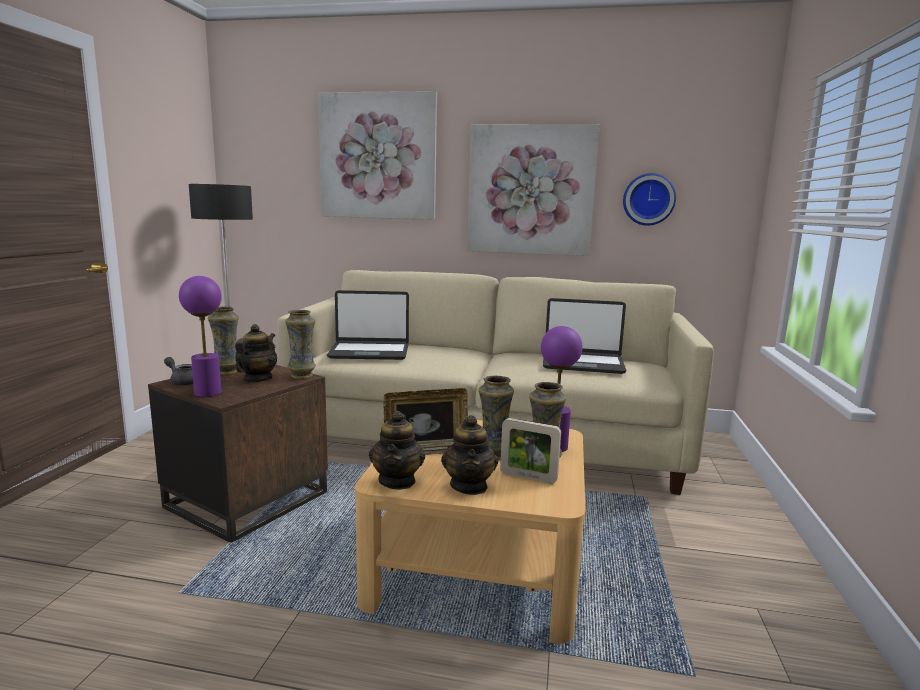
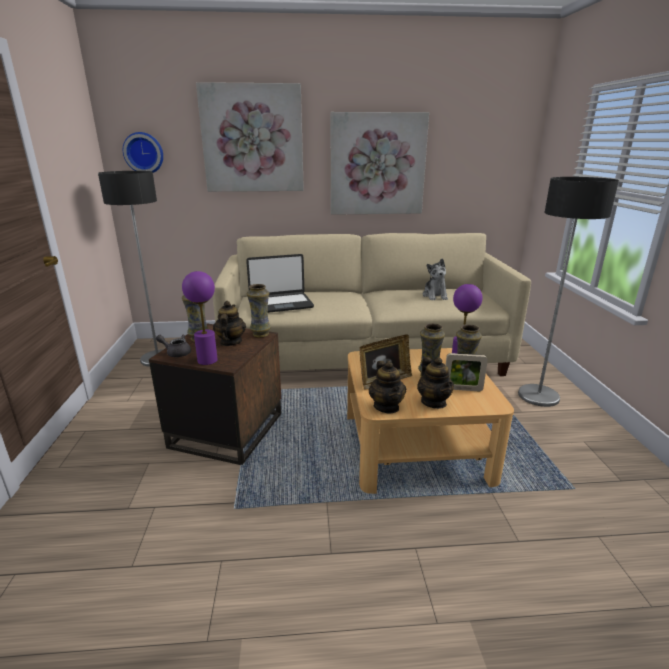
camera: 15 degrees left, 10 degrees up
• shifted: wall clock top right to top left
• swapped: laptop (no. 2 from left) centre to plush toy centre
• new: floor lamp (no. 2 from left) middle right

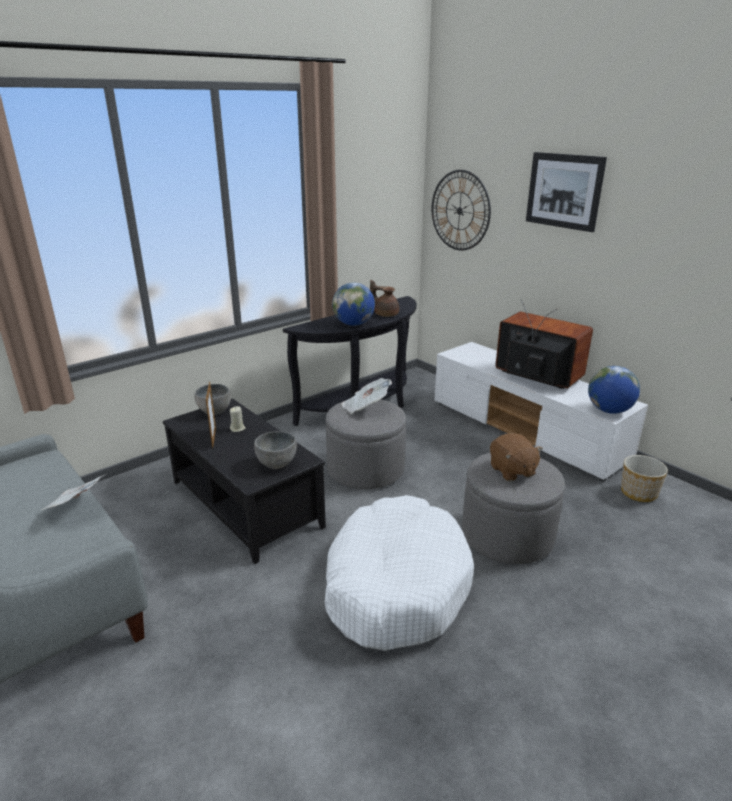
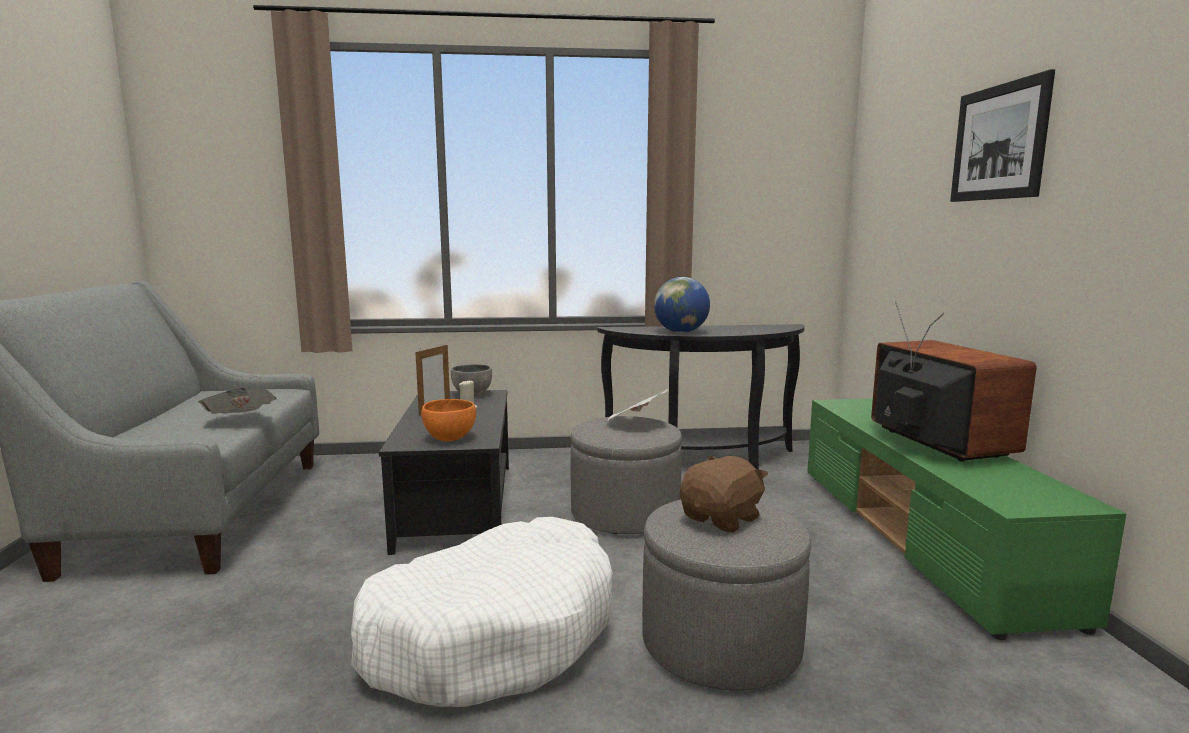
camera: 35 degrees right, 15 degrees down
• repainted: bowl/grey (no. 2 from left) centre to bowl/orange centre
• rotated: plush toy/brown middle right = bottom centre 150 degrees counterclockwise
• repainted: tv stand/white middle right to tv stand/green bottom right
• gone: teapot/brown centre
• gone: wall clock top centre
• gone: globe (no. 2 from left) middle right
• gone: planter middle right

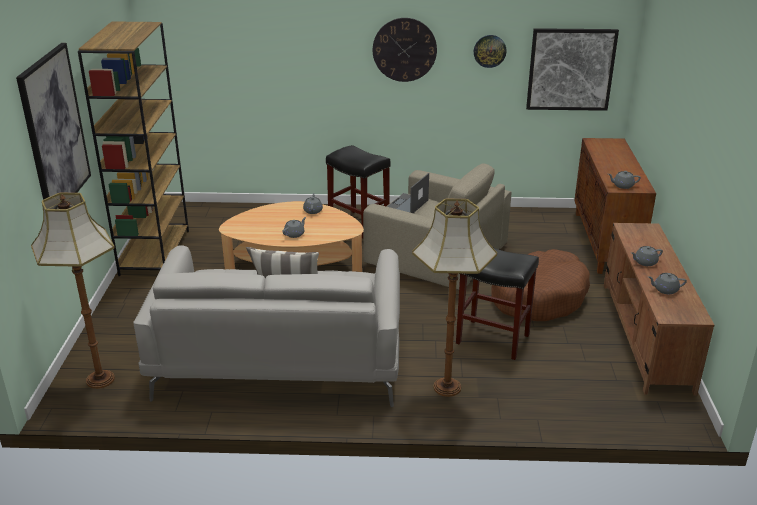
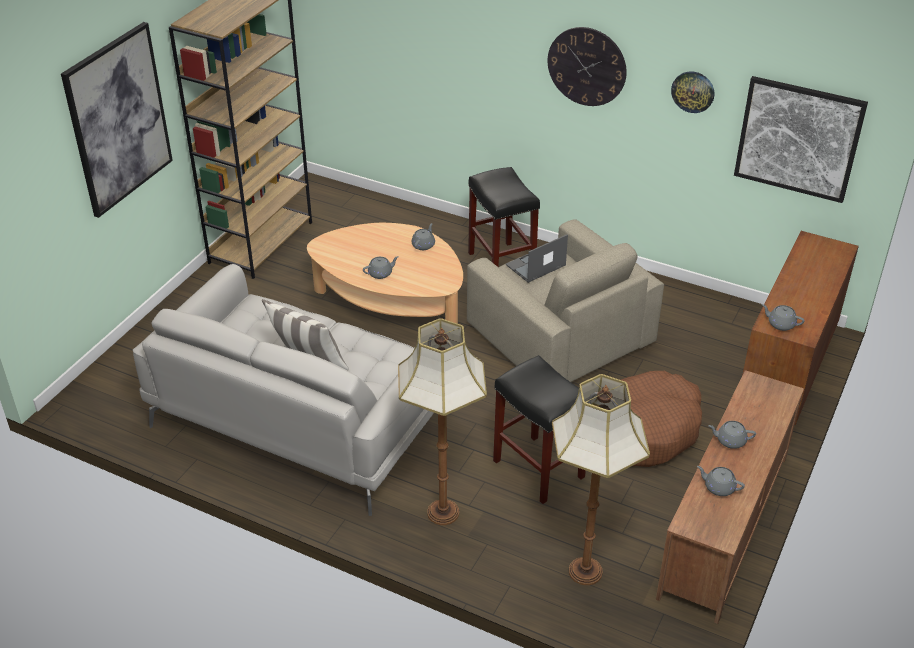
camera: 25 degrees right, 10 degrees up
• shifted: floor lamp (no. 1 from left in the first image) middle left to floor lamp (no. 2 from left) bottom centre

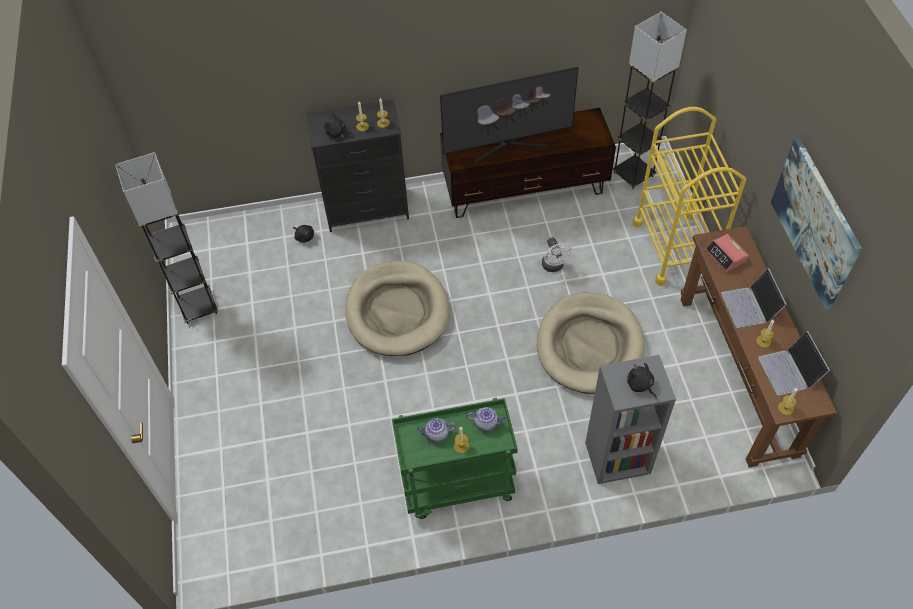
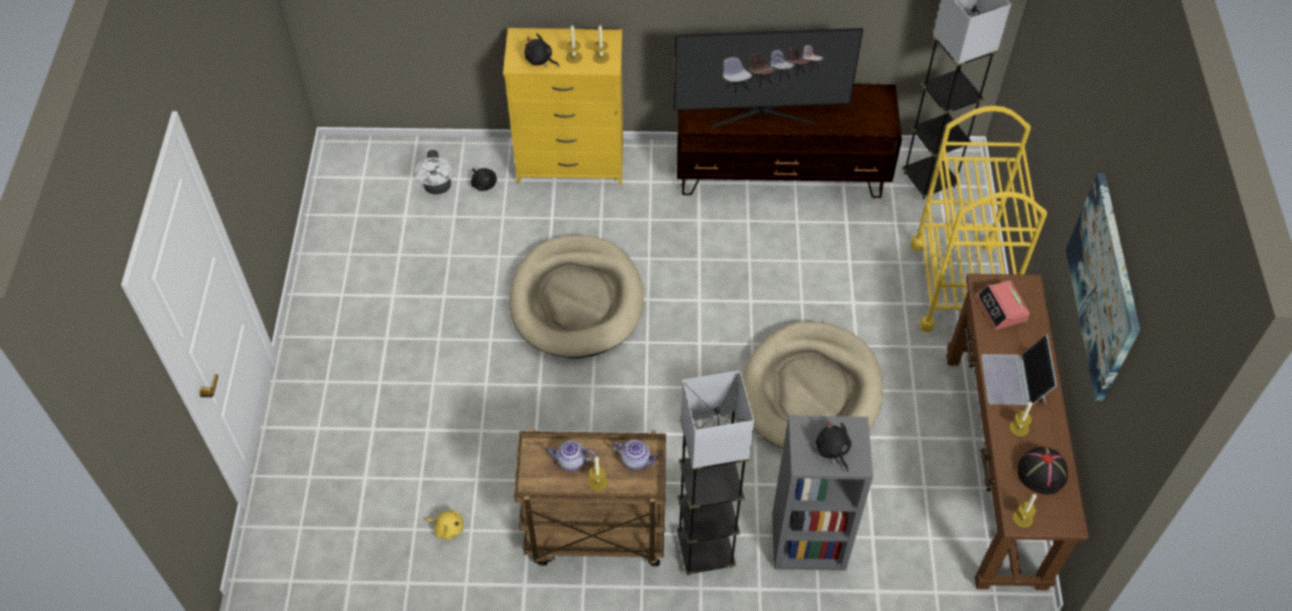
camera: 10 degrees right, 0 degrees up
• shifted: fan/white centre to top centre
• new: plush toy/yellow bottom centre
• repainted: dresser/black top centre to dresser/yellow top centre
• repainted: cart/green bottom centre to cart/brown bottom centre
• shifted: floor lamp/grey (no. 1 from left) middle left to bottom centre
• swapped: laptop (no. 2 from left) middle right to hat/black bottom right

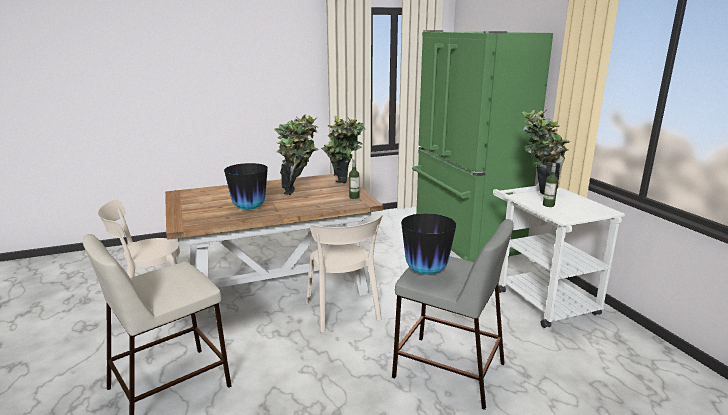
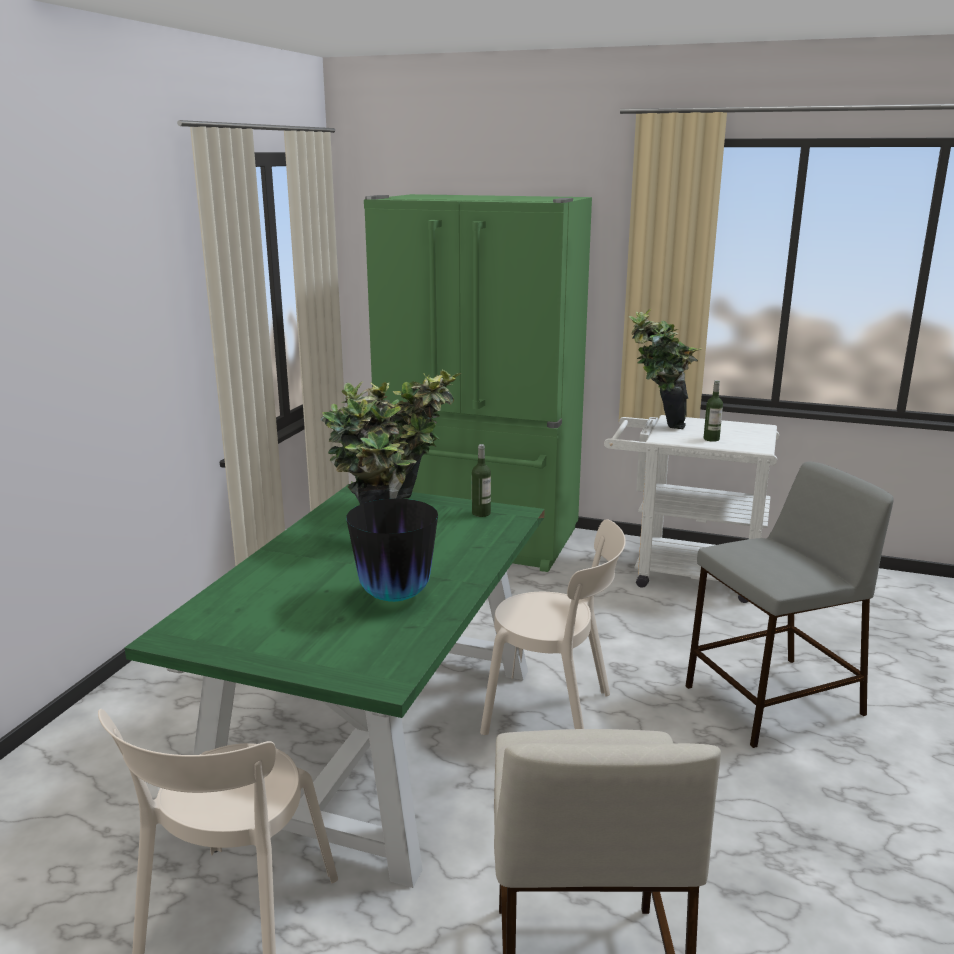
camera: 50 degrees left, 0 degrees up
• repainted: dining table/brown centre to dining table/green bottom centre
• gone: vase (no. 2 from left) centre

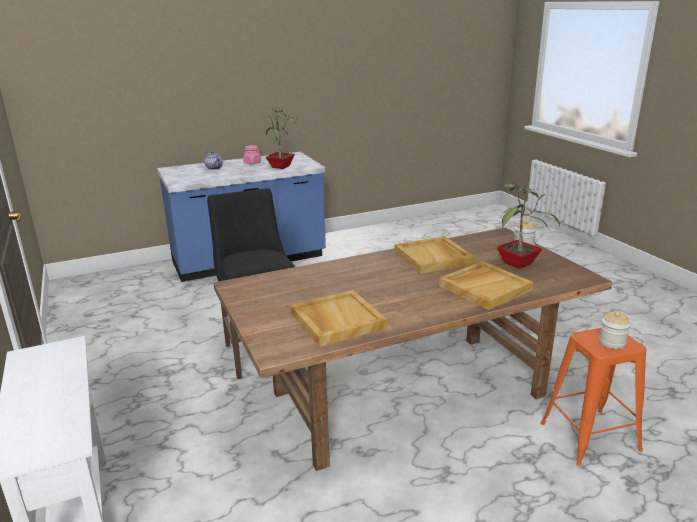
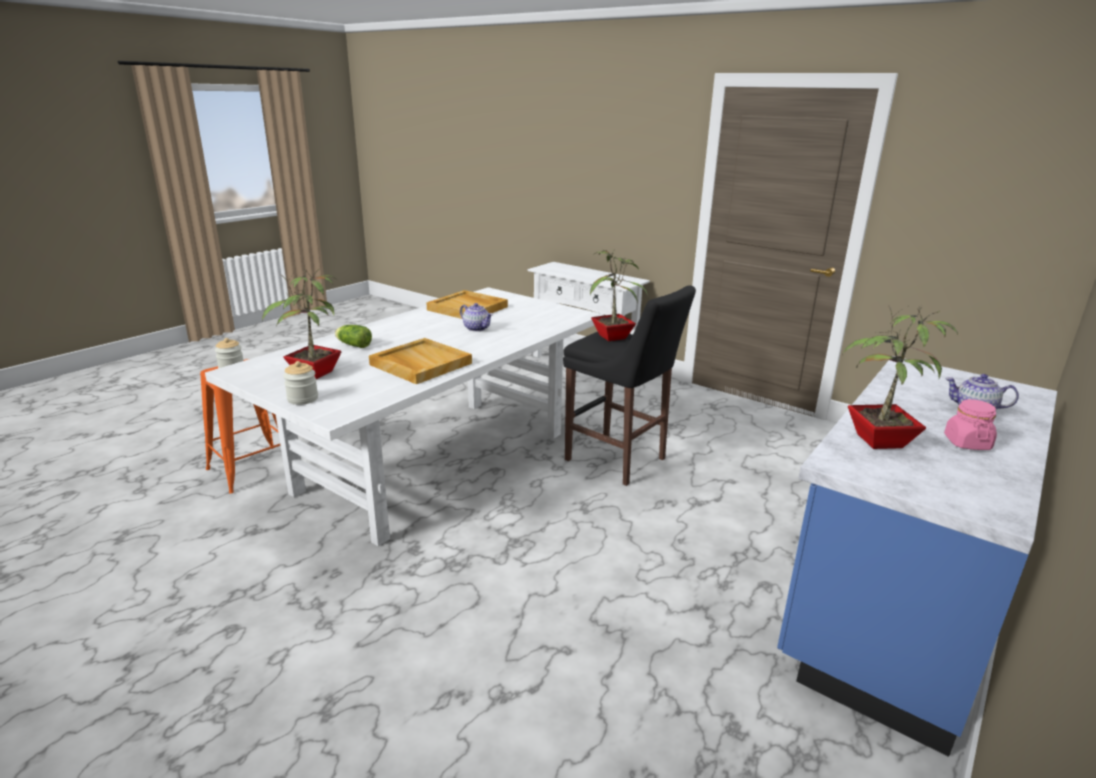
camera: 150 degrees right, 0 degrees up
• repainted: dining table/brown bottom centre to dining table/white centre
• swapped: tray/beige (no. 3 from left) middle right to lettuce middle left
• new: teapot (no. 1 from left) centre
• new: potted plant (no. 2 from left) centre

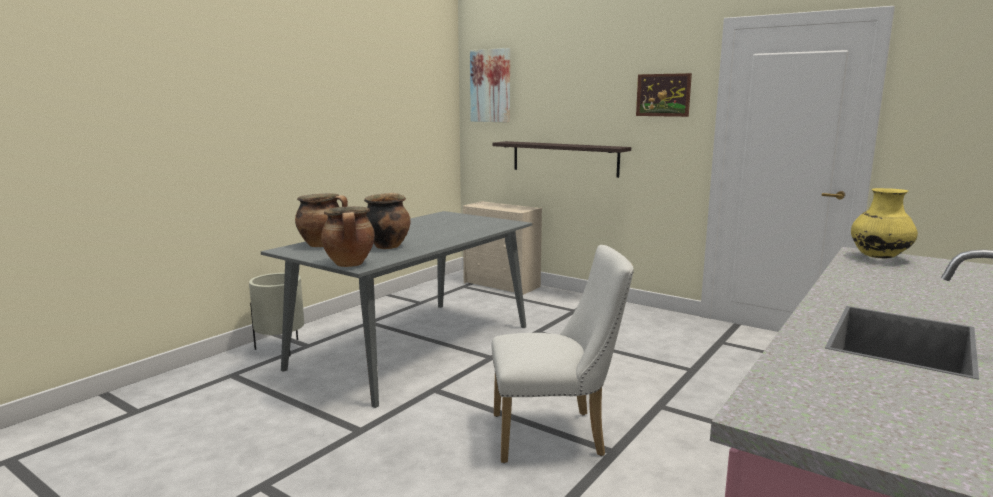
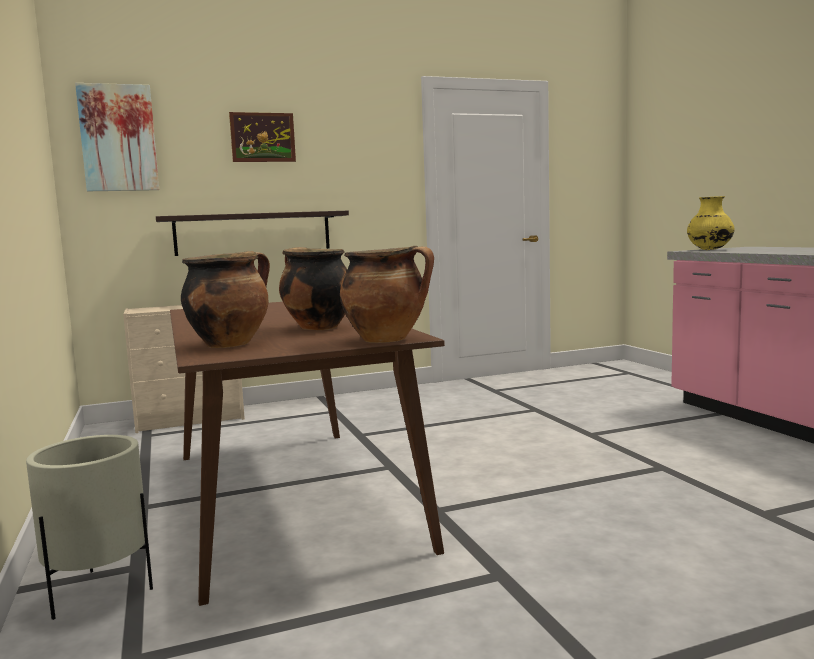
camera: 55 degrees left, 5 degrees down
• repainted: dining table/grey centre to dining table/brown bottom centre
• shifted: picture (no. 2 from left) top right to top left
• gone: chair/white bottom centre

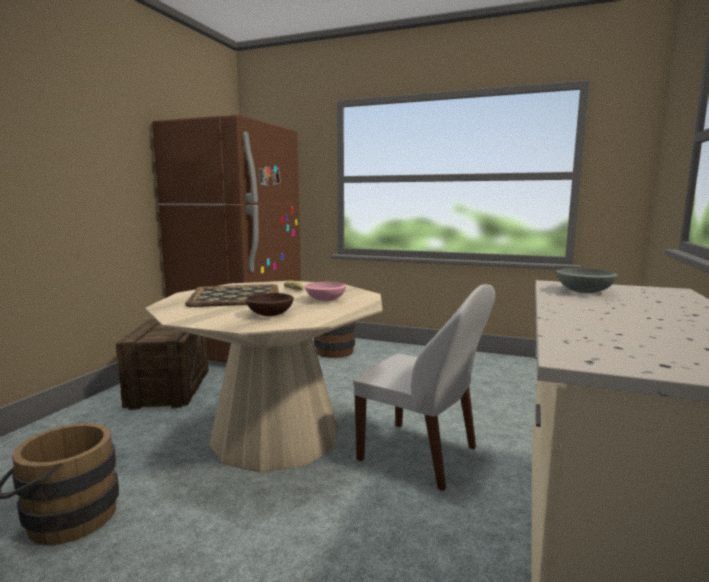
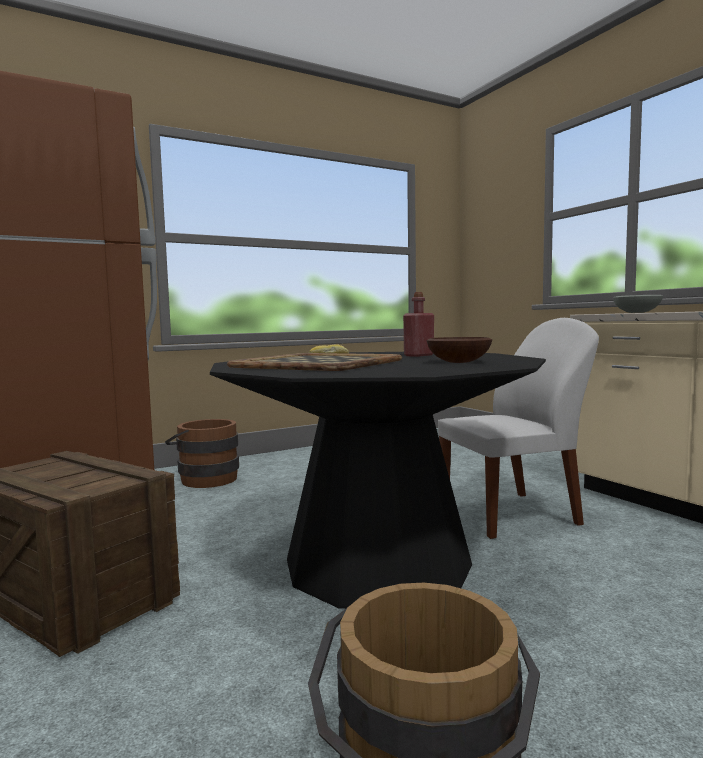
camera: 50 degrees left, 5 degrees down
• repainted: dining table/beige centre to dining table/black centre
• swapped: bowl/pink centre to bottle/red centre

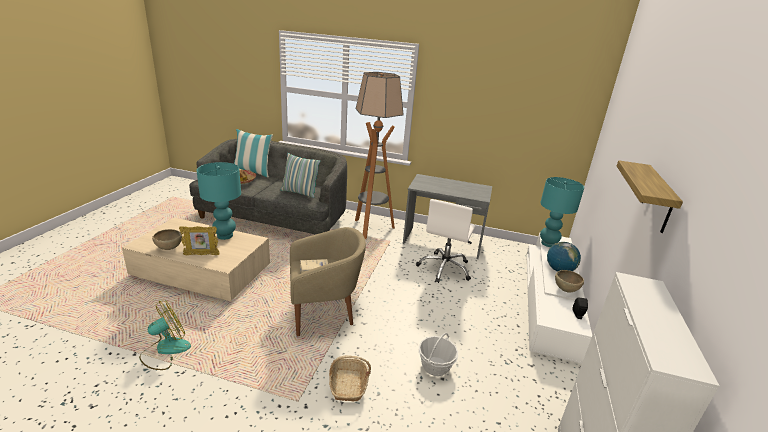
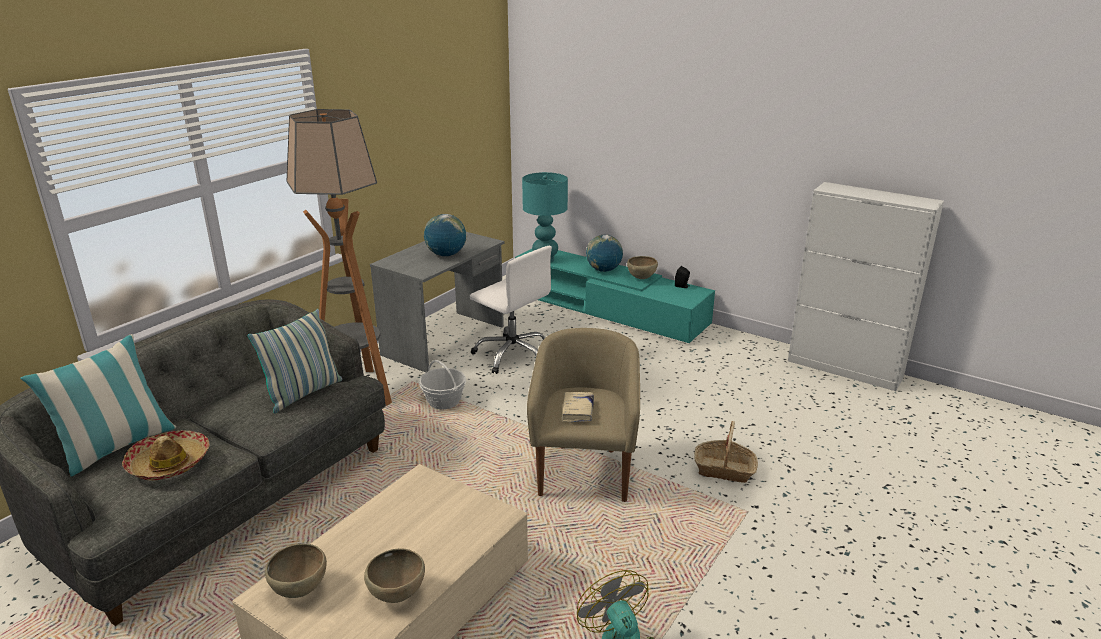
camera: 70 degrees left, 0 degrees up
• new: bowl/brown (no. 1 from left) bottom left
• shifted: basket (no. 2 from left in the first image) bottom centre to basket (no. 1 from left) centre
• new: globe (no. 1 from left) centre
• repainted: tv stand/white bottom right to tv stand/turquoise centre
• gone: picture frame middle left
• gone: table lamp/turquoise (no. 1 from left) middle left
• gone: shelf middle right

